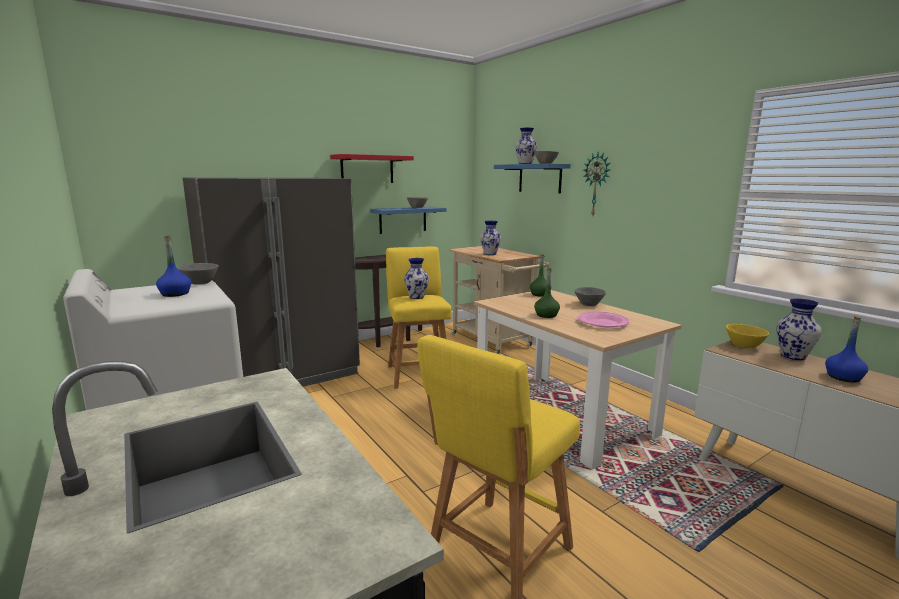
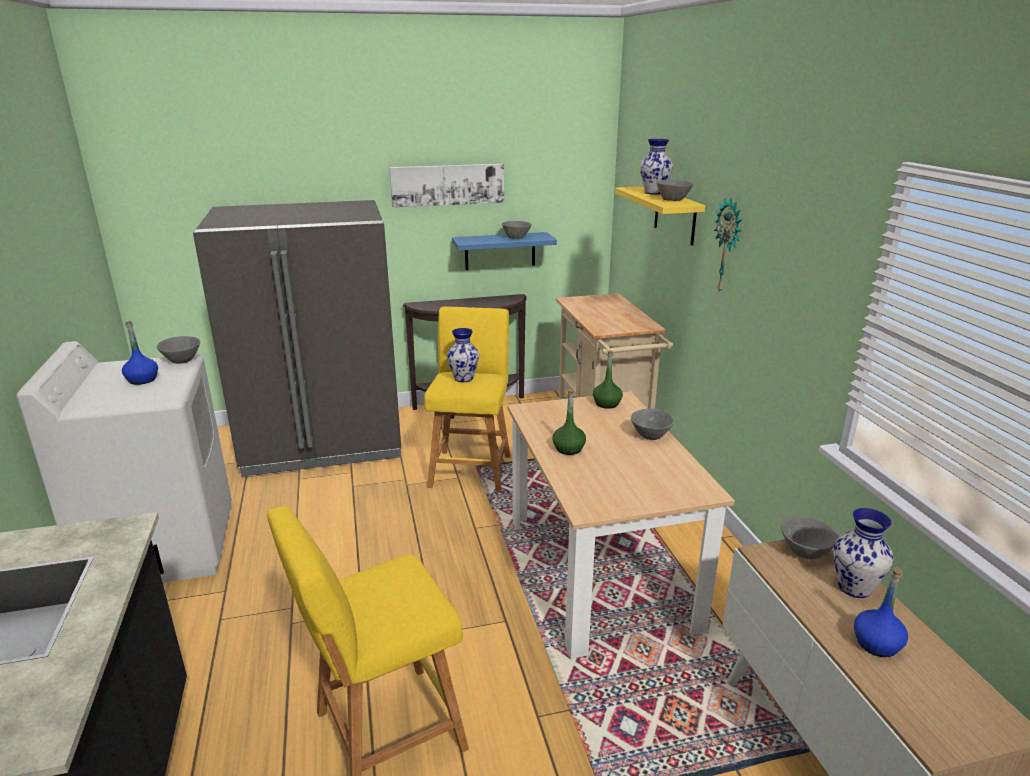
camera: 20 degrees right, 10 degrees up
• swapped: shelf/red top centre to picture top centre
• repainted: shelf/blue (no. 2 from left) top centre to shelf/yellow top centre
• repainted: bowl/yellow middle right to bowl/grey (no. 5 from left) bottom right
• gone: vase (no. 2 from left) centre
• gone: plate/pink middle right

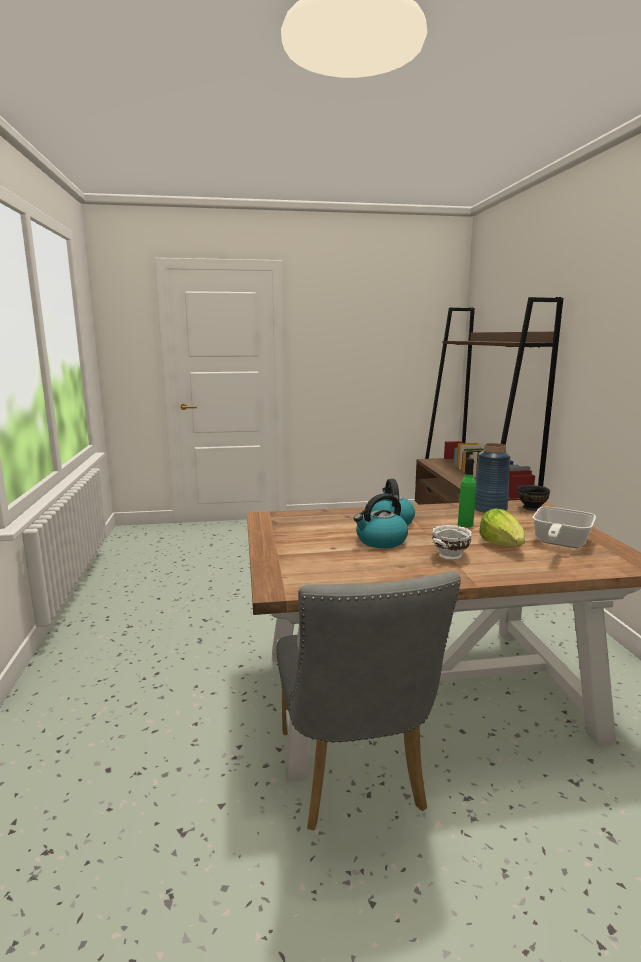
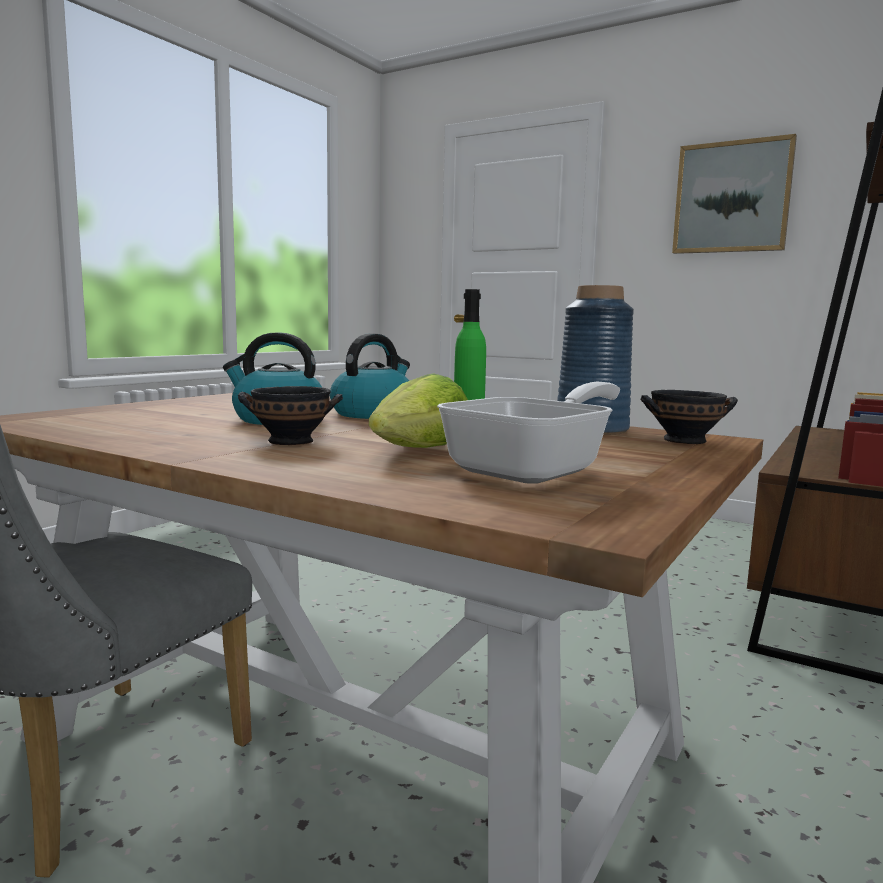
camera: 40 degrees right, 5 degrees down
• repainted: bowl/white middle right to bowl/black (no. 1 from left) middle left
• rotated: frying pan middle right = centre 150 degrees clockwise
• new: picture top right

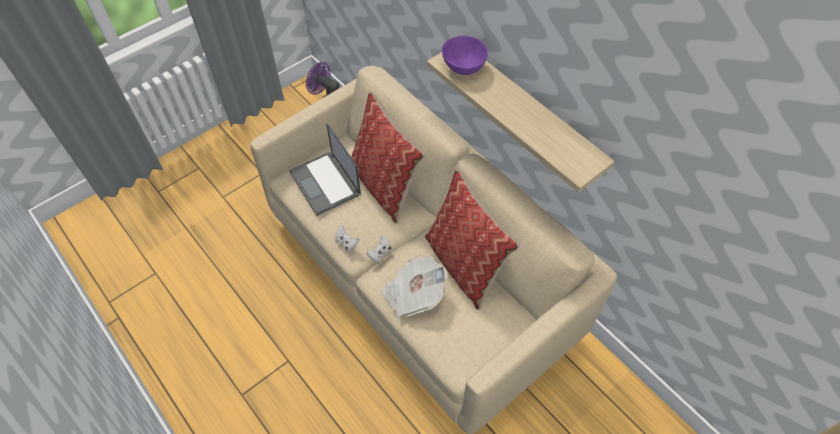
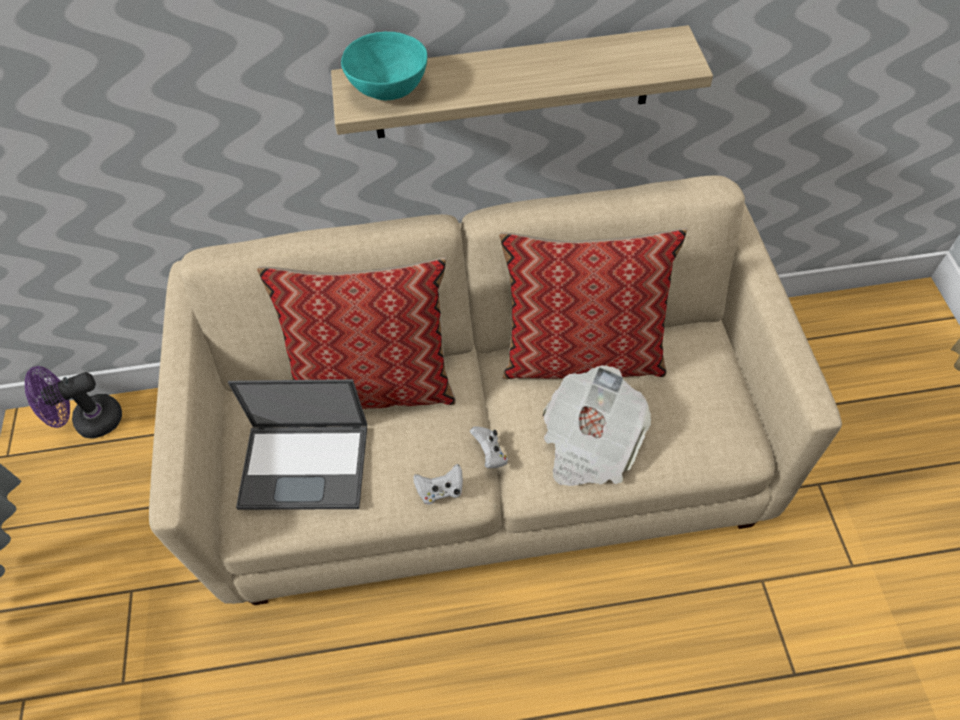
camera: 55 degrees left, 0 degrees up
• repainted: bowl/purple top centre to bowl/turquoise top centre

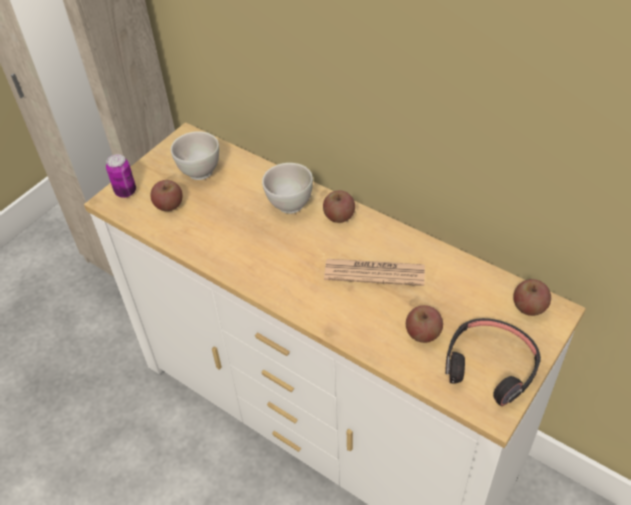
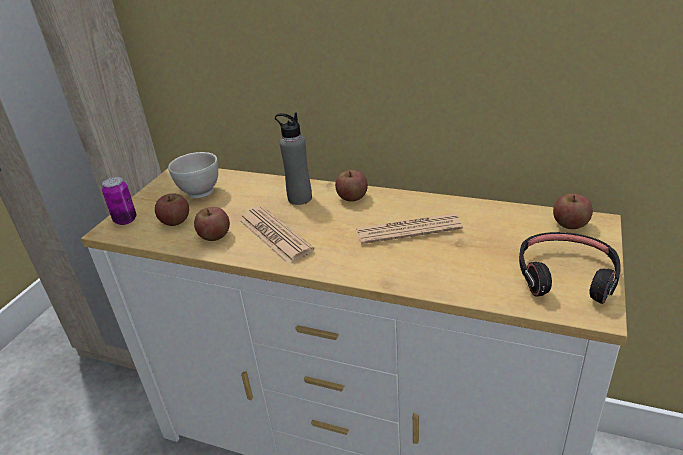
camera: 15 degrees left, 15 degrees down
• shifted: apple (no. 3 from left in the first image) middle right to apple (no. 2 from left) middle left
• new: newspaper (no. 1 from left) centre
• swapped: bowl/white (no. 2 from left) centre to bottle/grey centre

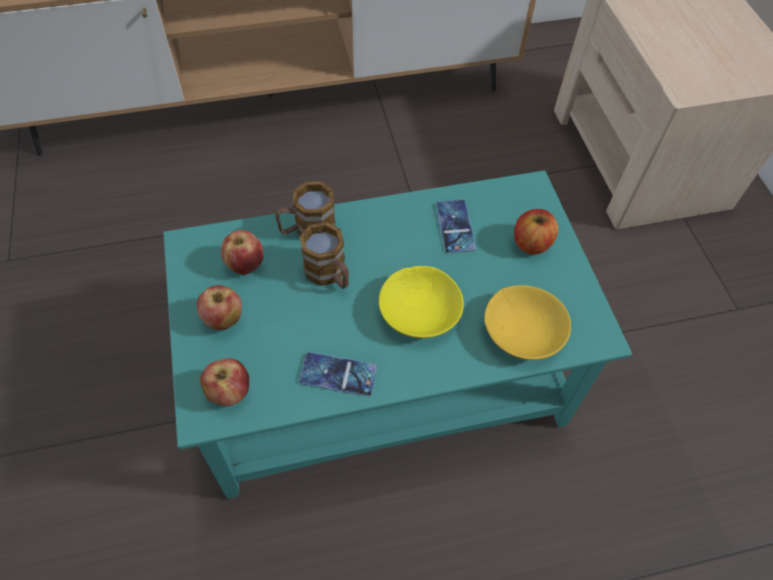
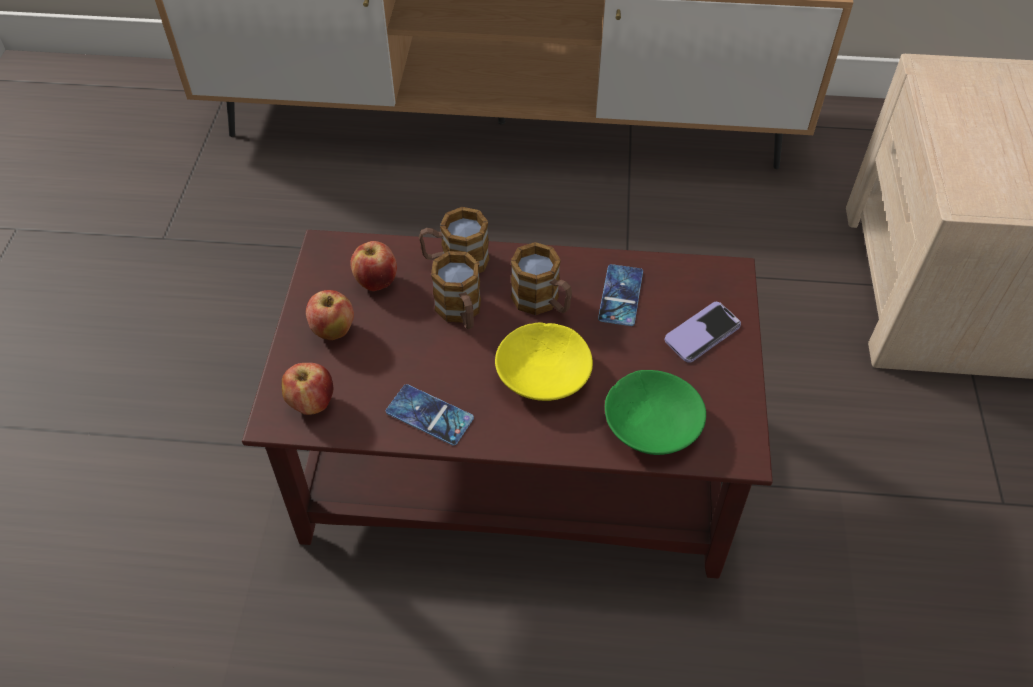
camera: 20 degrees right, 5 degrees down
• repainted: coffee table/turquoise centre to coffee table/brown centre
• new: mug (no. 3 from left) centre
• repainted: bowl/yellow (no. 2 from left) middle right to bowl/green centre
• swapped: apple (no. 4 from left) middle right to phone (no. 3 from left) middle right

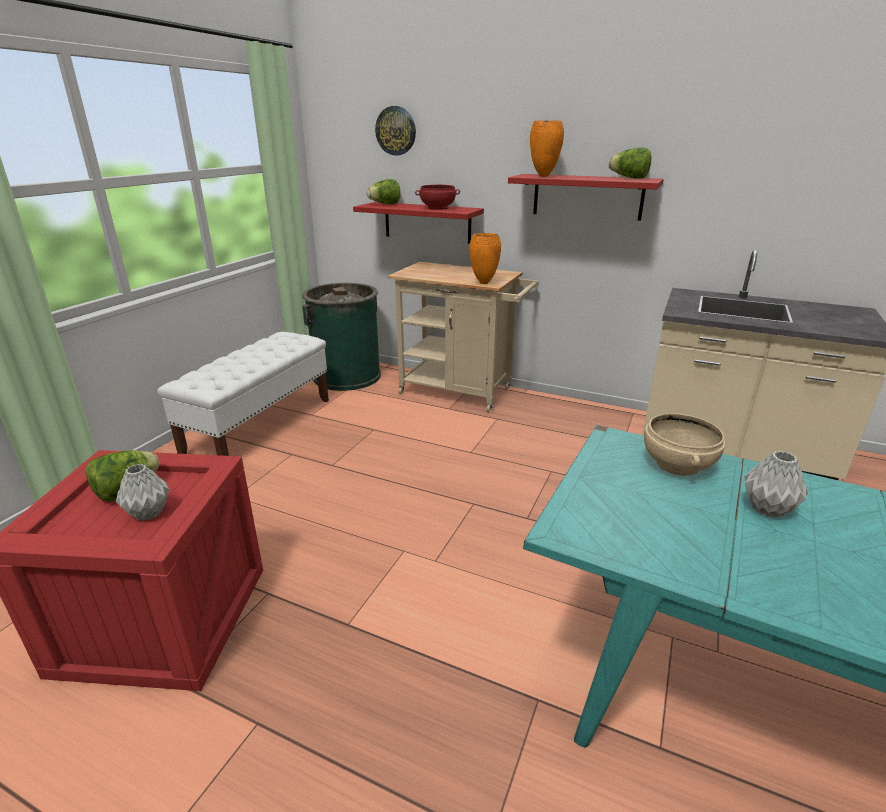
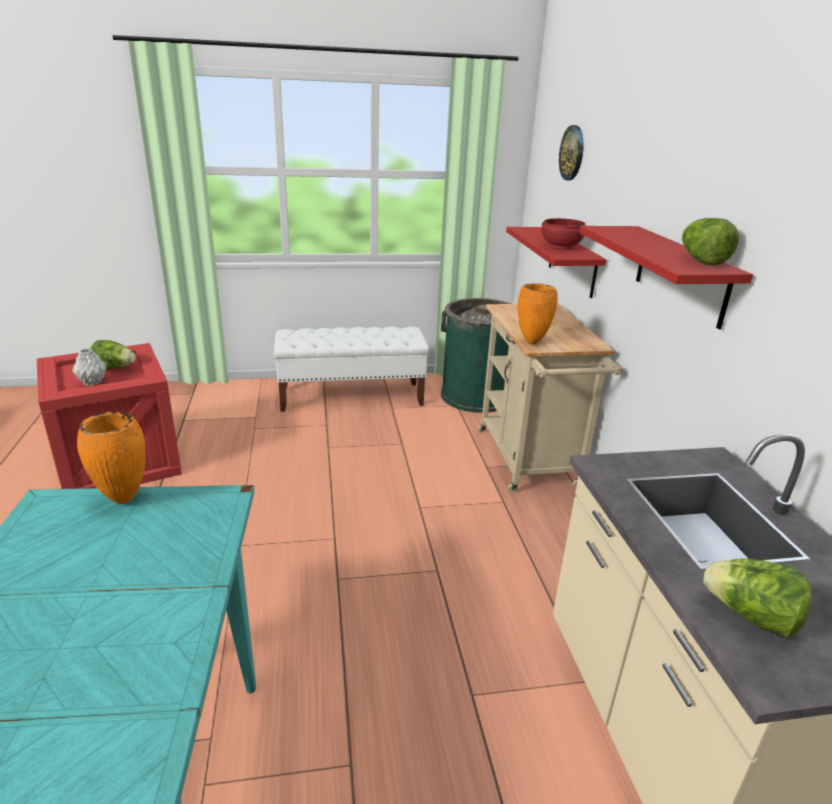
camera: 55 degrees right, 0 degrees up
• shifted: vase/orange (no. 2 from left in the first image) top centre to vase/orange (no. 1 from left) middle left
• shifted: lettuce (no. 2 from left in the first image) top centre to lettuce (no. 3 from left) bottom right
• gone: bowl/beige middle right
• gone: vase/grey (no. 2 from left) middle right

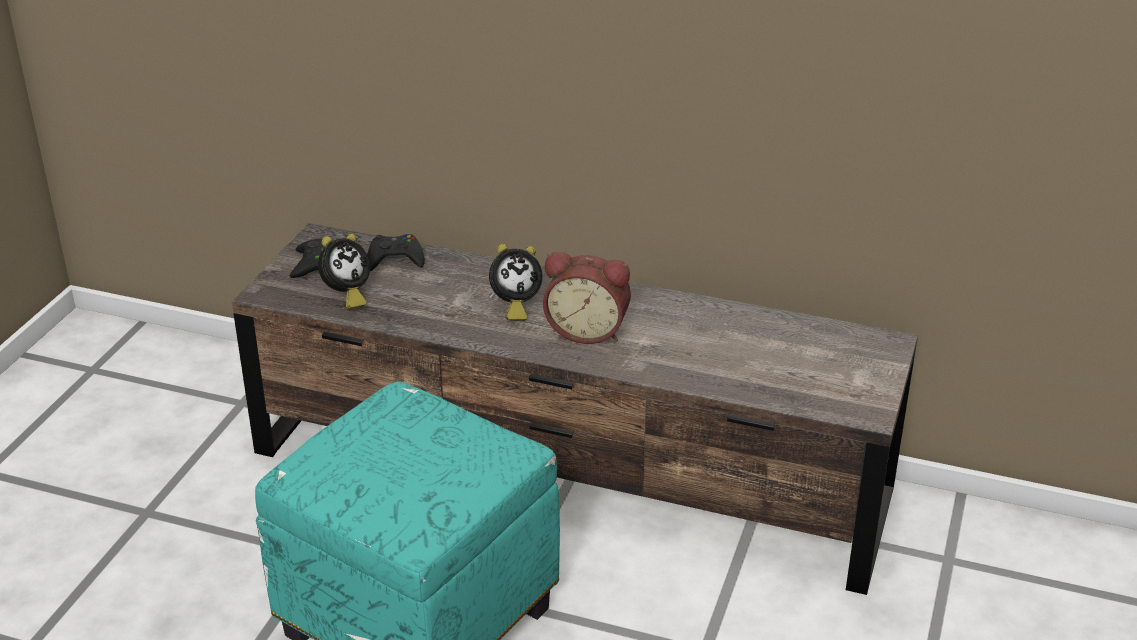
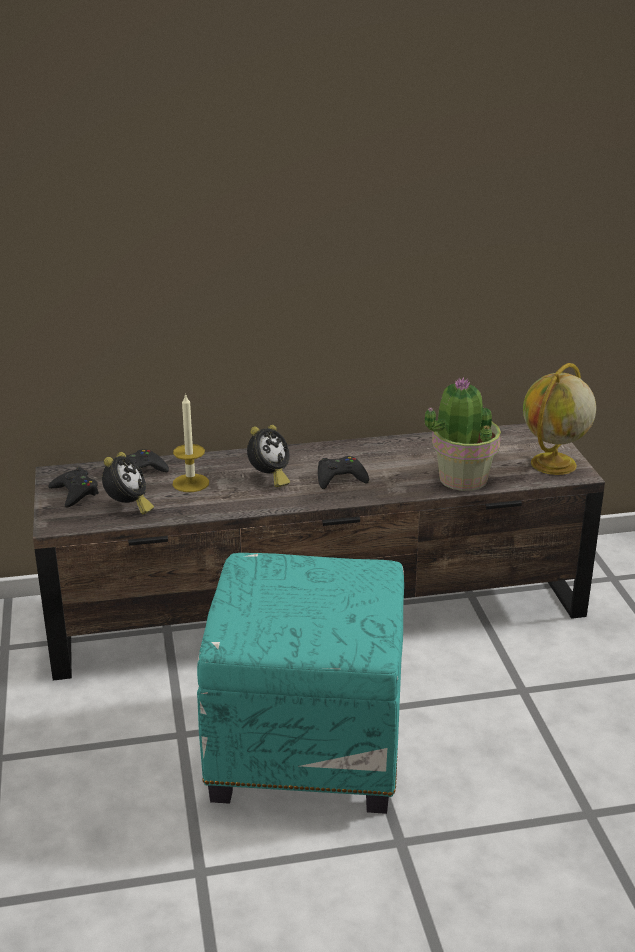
camera: 30 degrees left, 5 degrees down
• new: candle middle left
• swapped: alarm clock (no. 3 from left) centre to game controller/black (no. 3 from left) centre
• new: potted plant middle right
• new: globe middle right

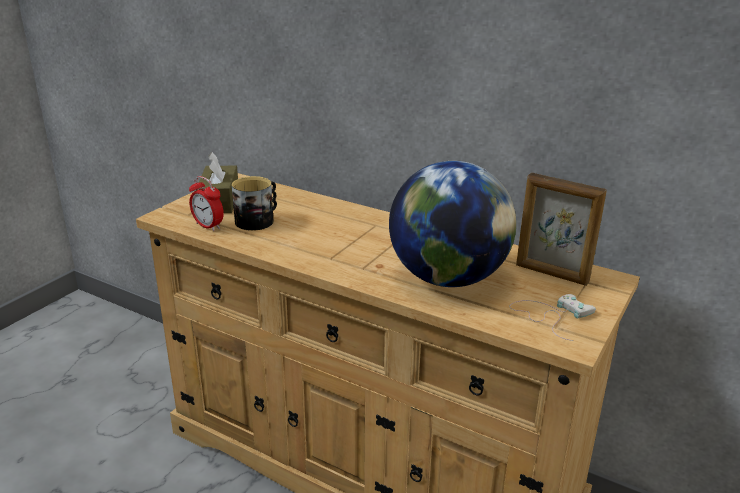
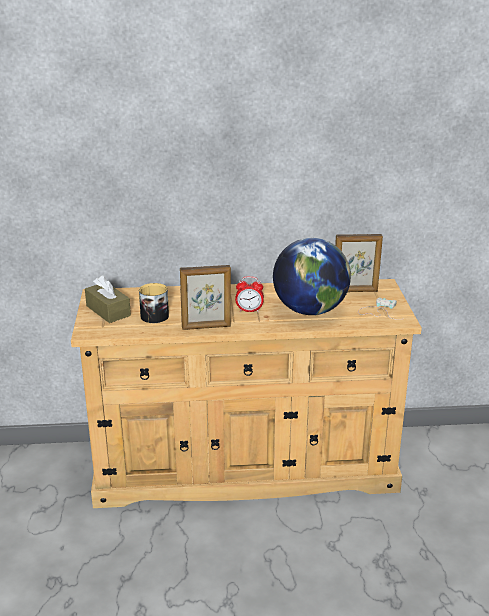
camera: 35 degrees left, 0 degrees up
• new: picture frame (no. 1 from left) centre
• shifted: alarm clock middle left to centre

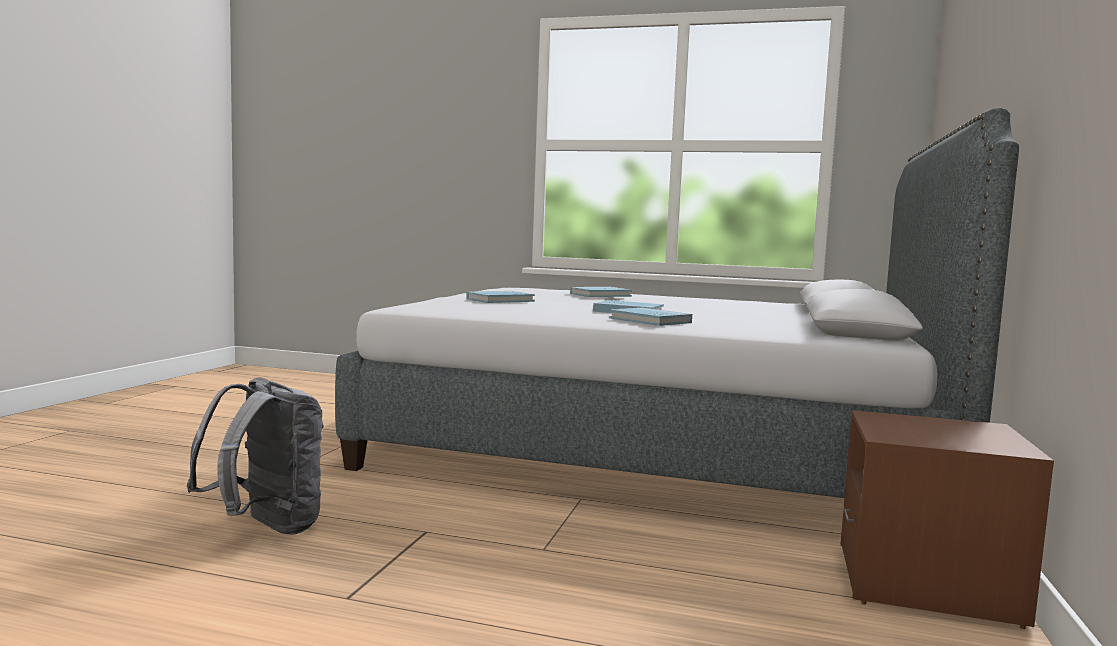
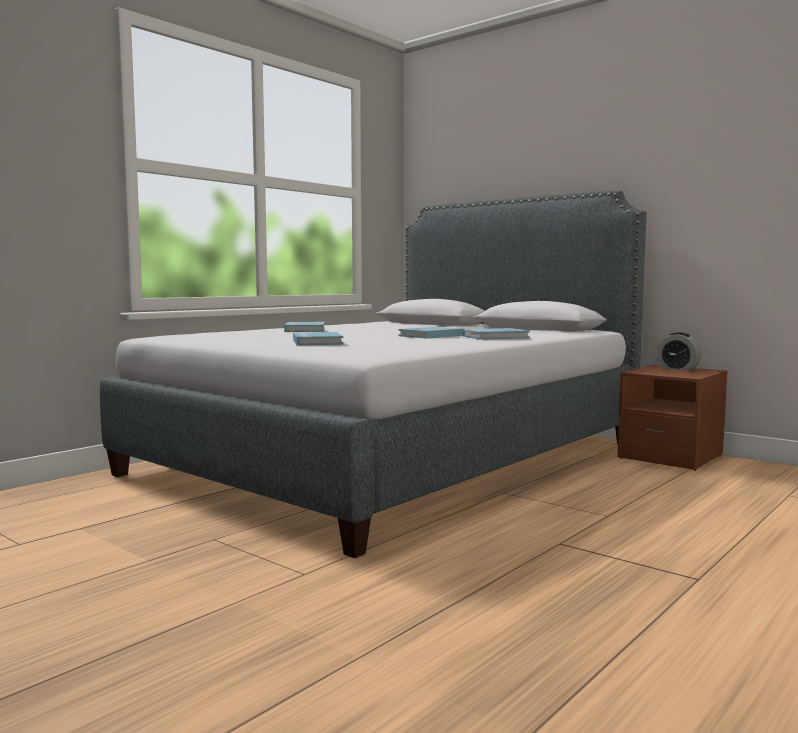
camera: 65 degrees left, 0 degrees up
• new: alarm clock middle right
• gone: backpack/grey bottom left

